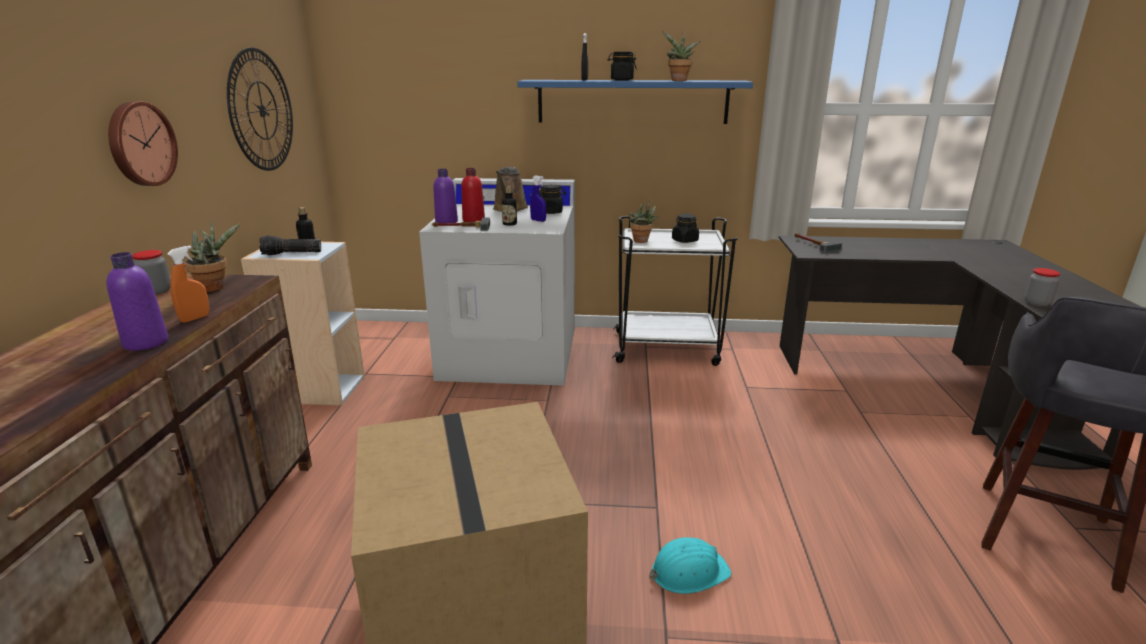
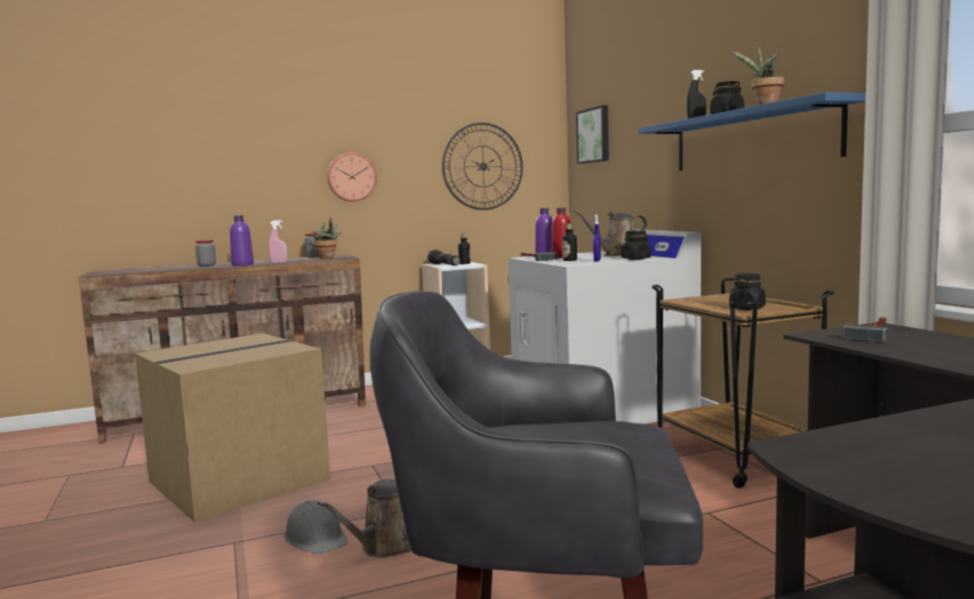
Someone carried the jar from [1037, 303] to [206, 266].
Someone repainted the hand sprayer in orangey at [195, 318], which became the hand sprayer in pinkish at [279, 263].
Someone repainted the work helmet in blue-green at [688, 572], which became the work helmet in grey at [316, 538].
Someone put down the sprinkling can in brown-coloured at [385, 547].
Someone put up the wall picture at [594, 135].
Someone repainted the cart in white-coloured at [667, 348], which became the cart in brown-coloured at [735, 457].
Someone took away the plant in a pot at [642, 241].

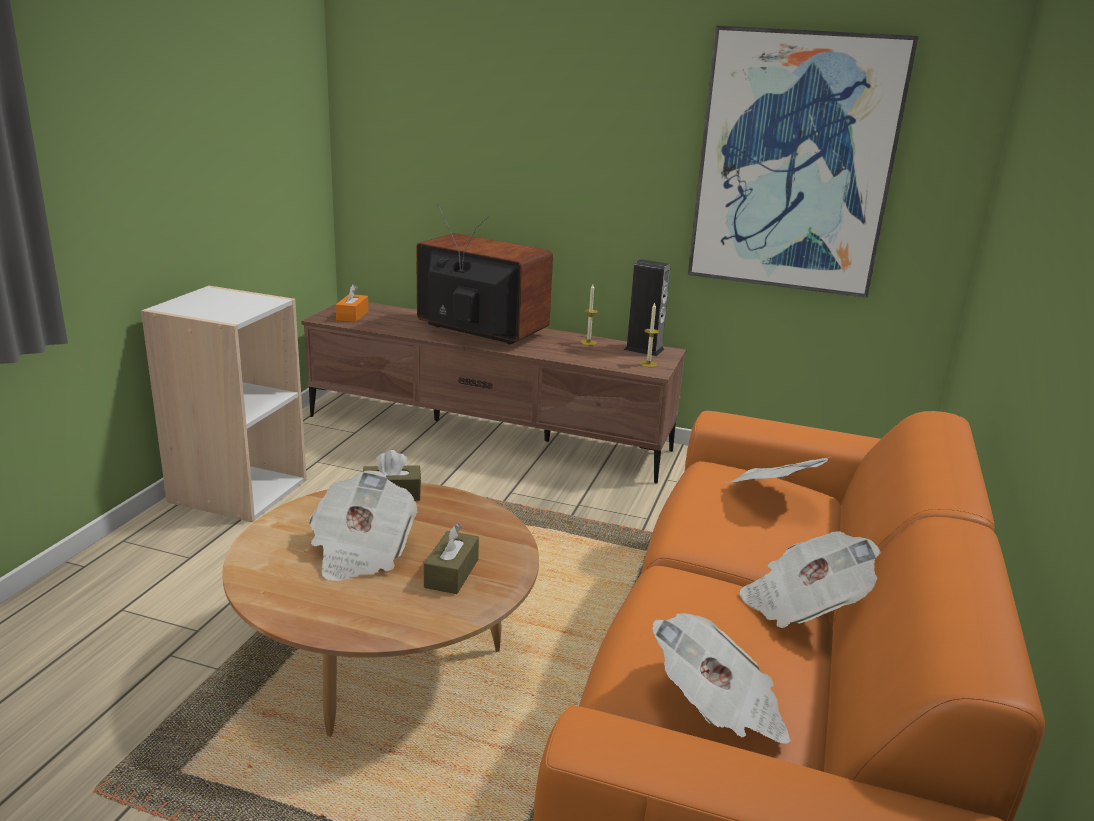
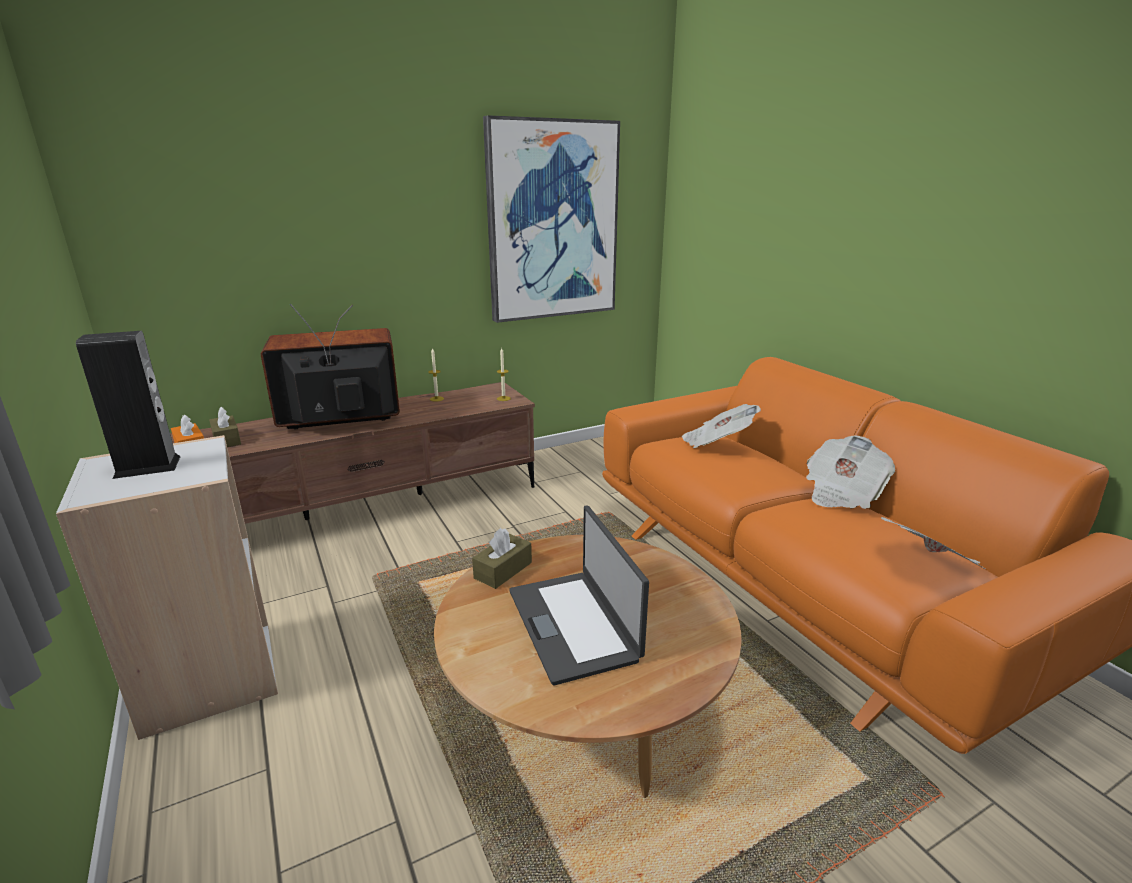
Someone carried the loudspeaker from [644, 349] to [147, 467].
Someone carried the tissue box in brown-coloured from [451, 573] to [226, 440].
Someone swapped the printed paper at [361, 552] for the laptop at [574, 624].

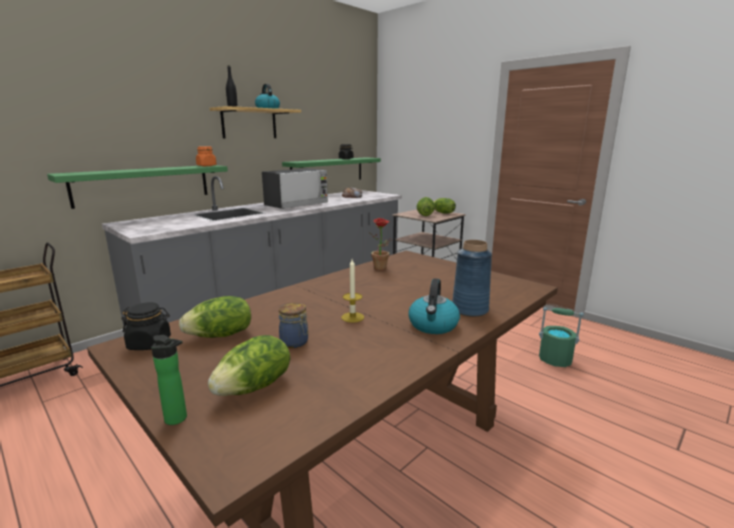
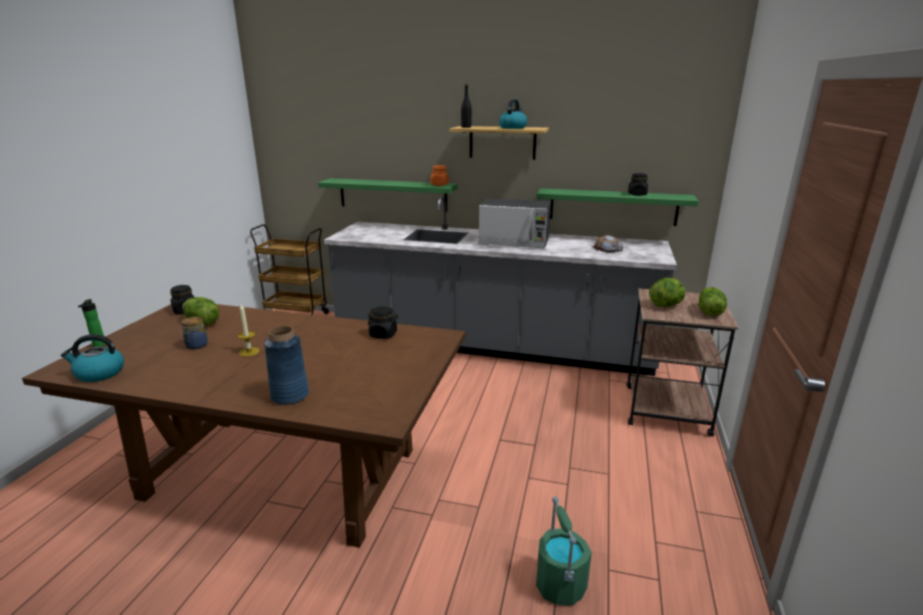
Someone carried the kettle from [433, 325] to [99, 373].
Someone swapped the plant in a pot at [382, 269] for the jar in blackish at [383, 334].
Someone took away the head of lettuce at [255, 387].

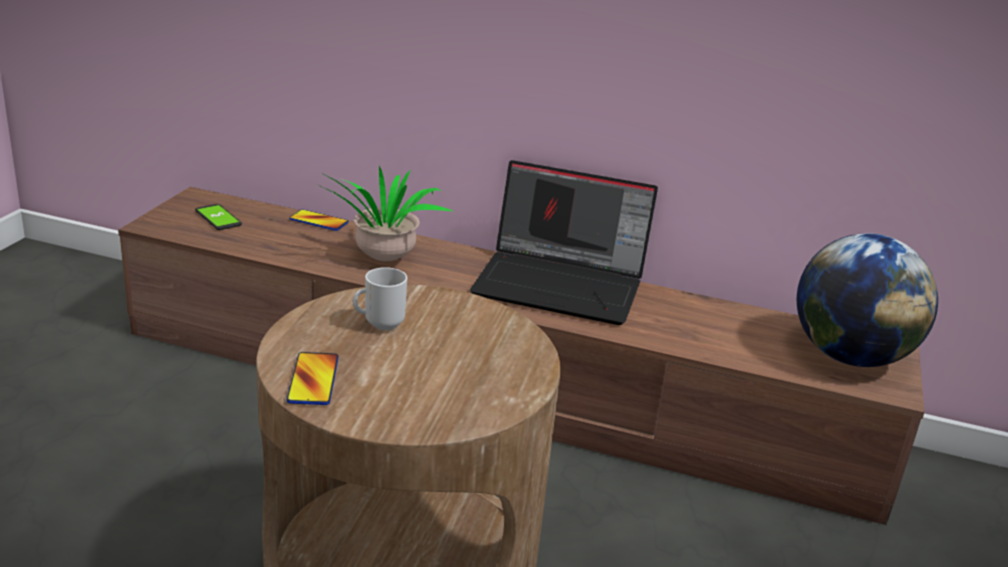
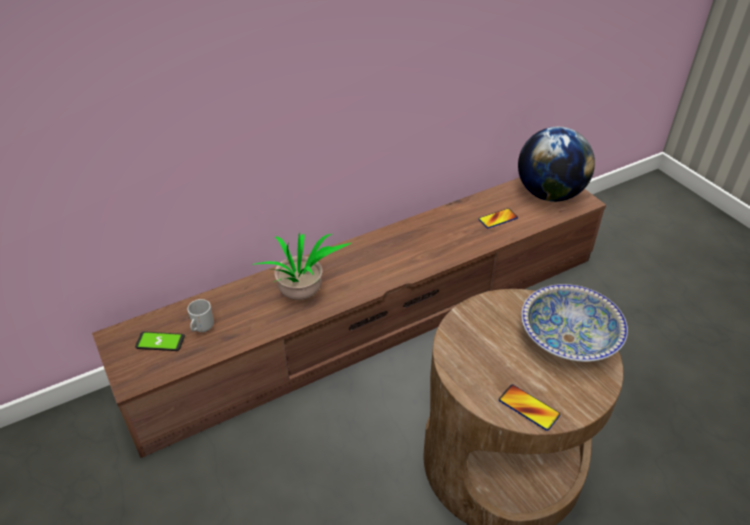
Someone carried the mug from [381, 324] to [202, 328].
Someone carried the telephone from [318, 221] to [498, 219].
Someone put down the serving bowl at [568, 339].
Someone took away the laptop at [562, 284].

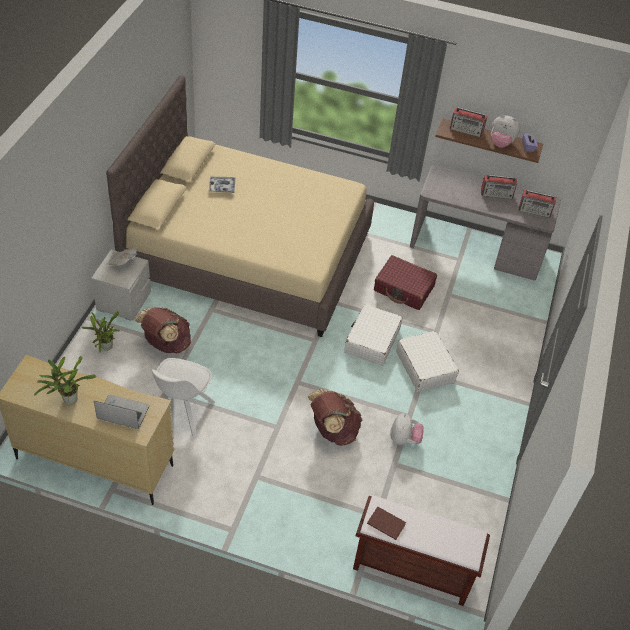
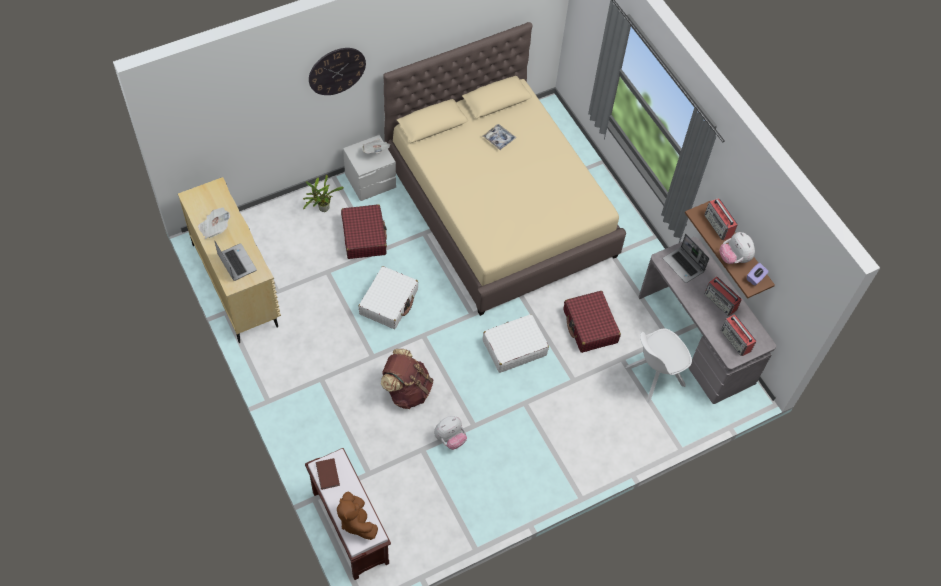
Someone swapped the plant in a pot at [68, 400] for the printed paper at [215, 228].
Someone put up the clock on the wall at [337, 71].
Someone put down the soft toy in brown-coloured at [356, 521].
Someone swapped the backpack in brown-coloured at [166, 344] for the piece of luggage in red at [364, 236].
Someone carried the piece of luggage in white-coloured from [425, 366] to [389, 302].
Someone carried the plain chair in white-coloured from [182, 412] to [654, 376].
Someone put down the laptop at [684, 265].

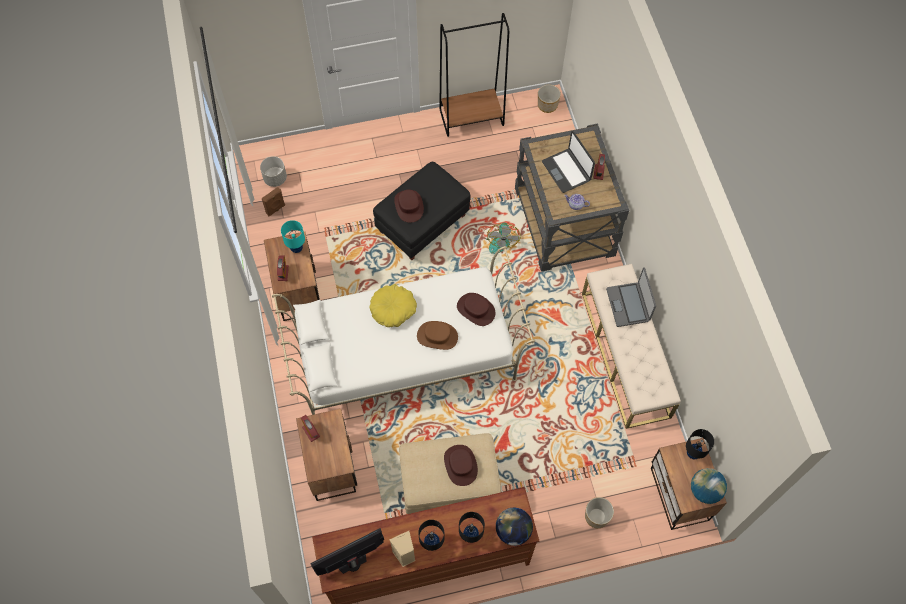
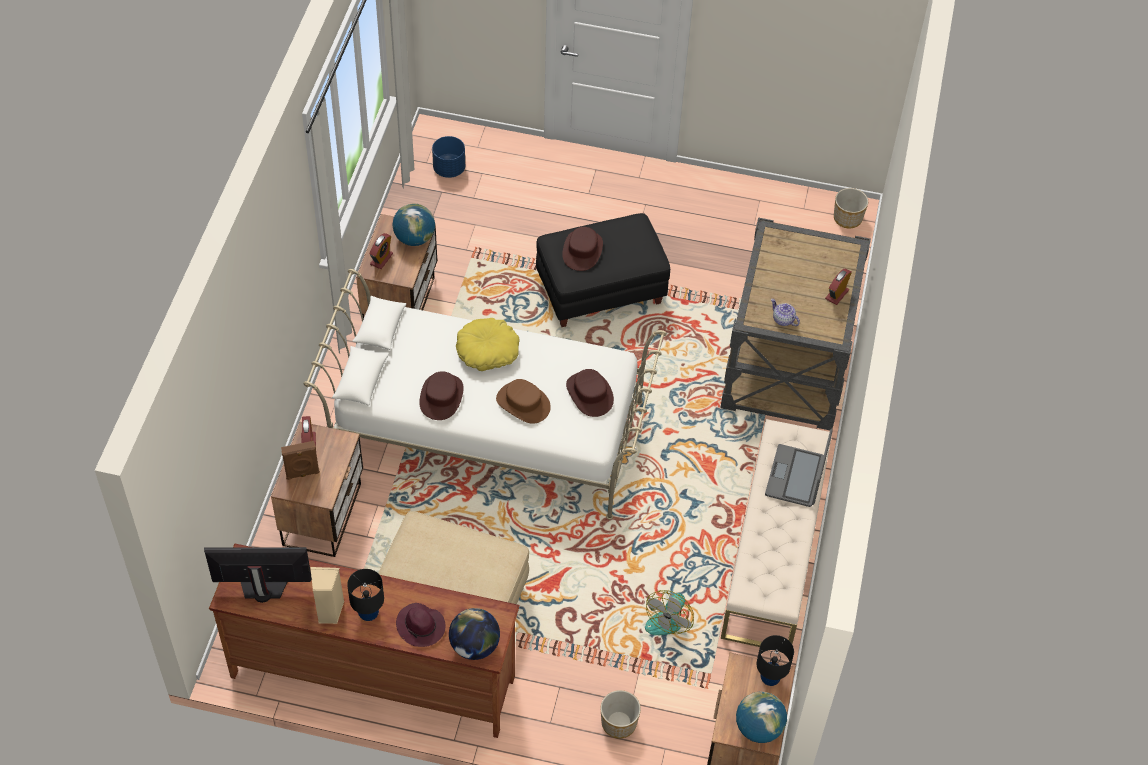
Someone carried the loudspeaker in brown-coloured from [276, 209] to [302, 474].
Someone swapped the tabletop lamp in blue-green at [296, 248] for the world globe at [414, 238].
Someone swapped the tabletop lamp in blackish at [471, 535] for the hat in purple at [421, 627].
Someone carried the hat in brown-coloured from [460, 465] to [441, 397].
Someone repainted the plant pot in grey at [275, 178], which became the plant pot in blue at [449, 168].
Someone carried the fan from [499, 240] to [668, 617].
Someone took away the garment rack at [471, 118].
Someone took away the laptop at [566, 171].

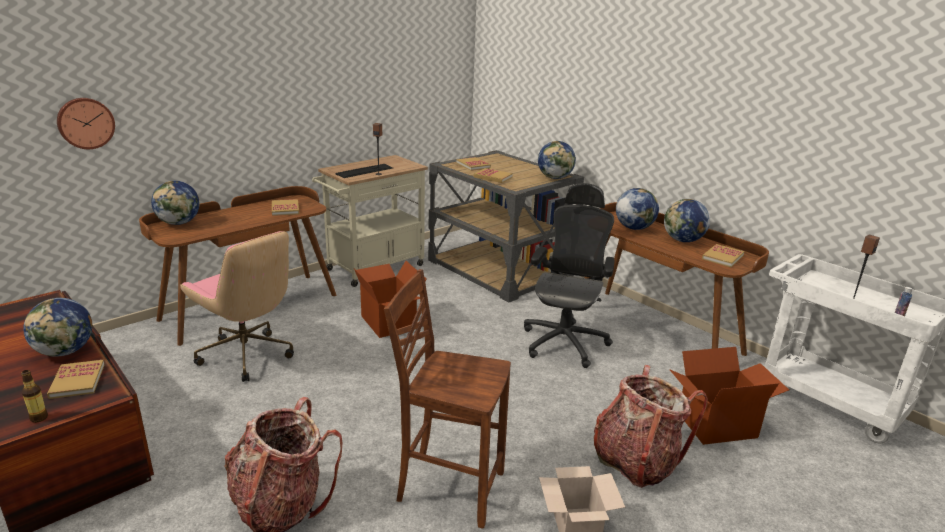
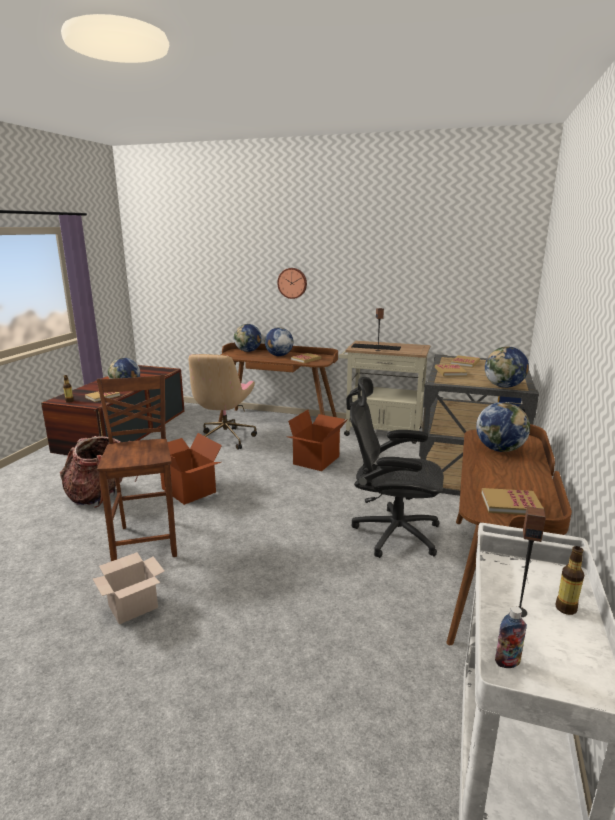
Someone carried the cardboard box from [716, 424] to [189, 490].
Someone carried the world globe from [683, 240] to [279, 355].
Someone carried the clock on the wall from [85, 123] to [292, 283].
Someone rotated the office chair at [565, 341] by 150 degrees counterclockwise.
Someone put down the beverage bottle at [565, 608].
Someone took away the backpack at [636, 461].

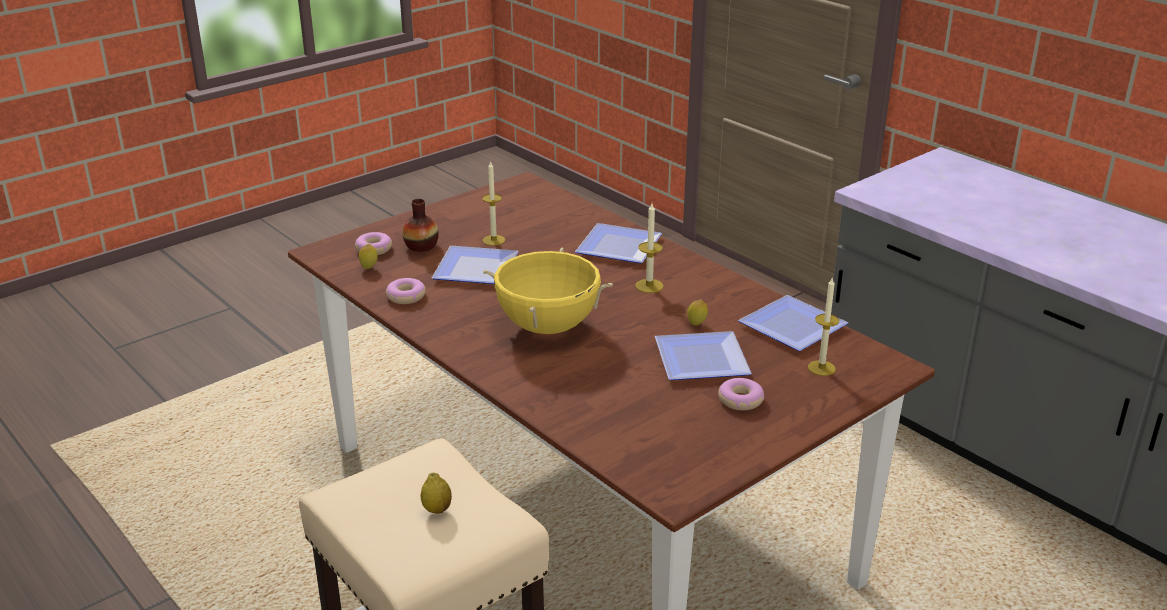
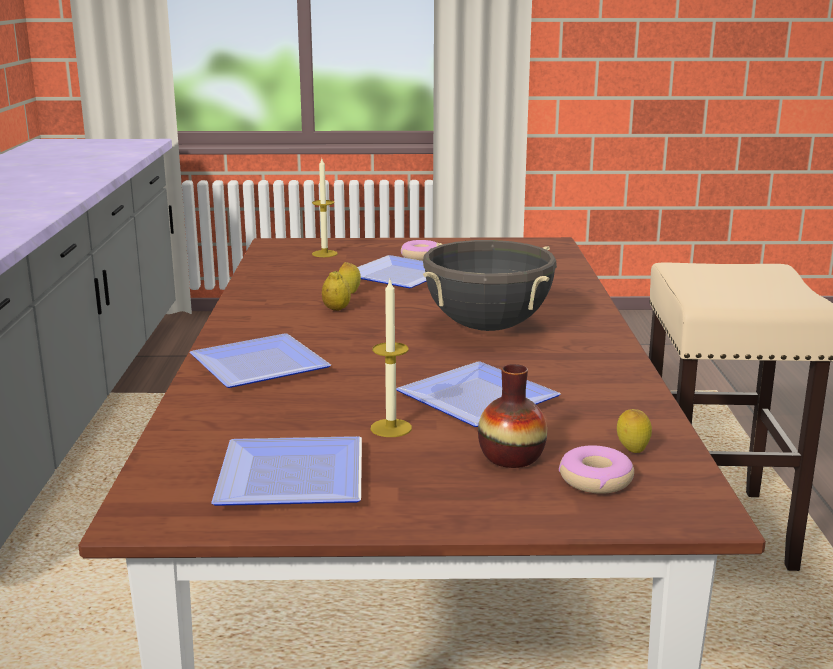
Someone carried the flat dish from [796, 327] to [287, 476].
Someone carried the citrus fruit from [437, 509] to [336, 309].
Someone repainted the stockpot in yellowish at [548, 327], which became the stockpot in blackish at [487, 327].
Someone took away the donut at [406, 296].
Someone took away the candle at [649, 286].

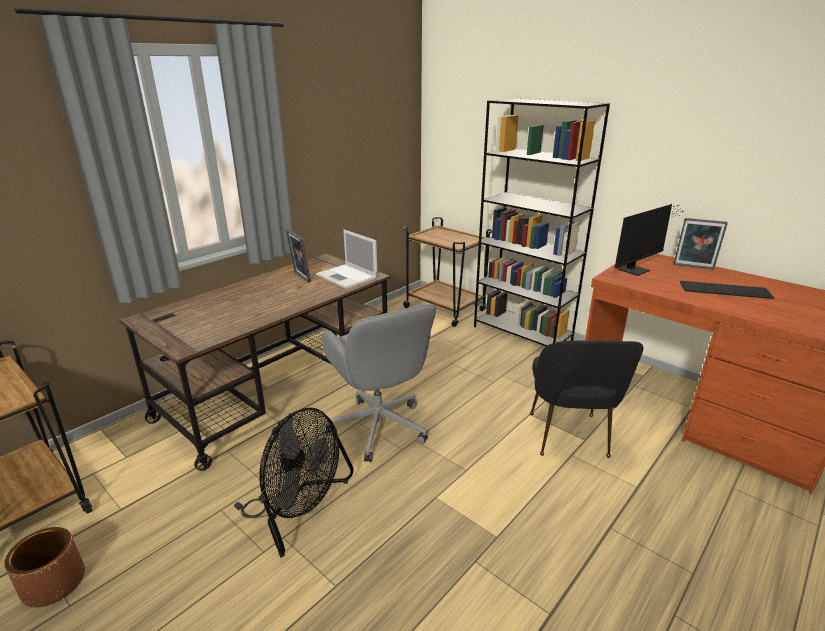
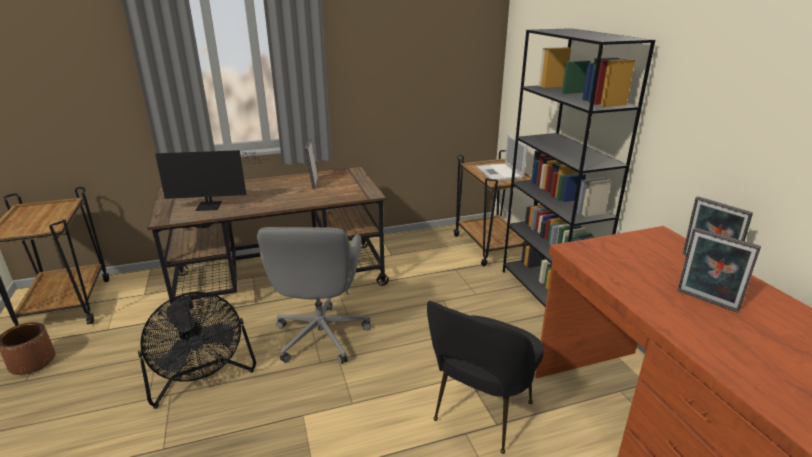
Someone carried the monitor from [637, 269] to [212, 206].
Someone carried the laptop from [347, 277] to [500, 173].
Someone swapped the computer keyboard at [725, 289] for the photo frame at [706, 302].

